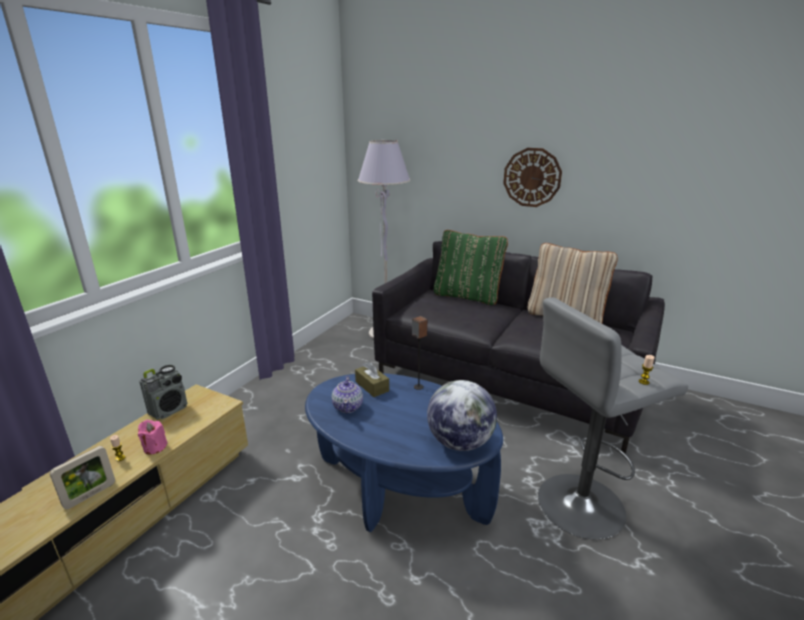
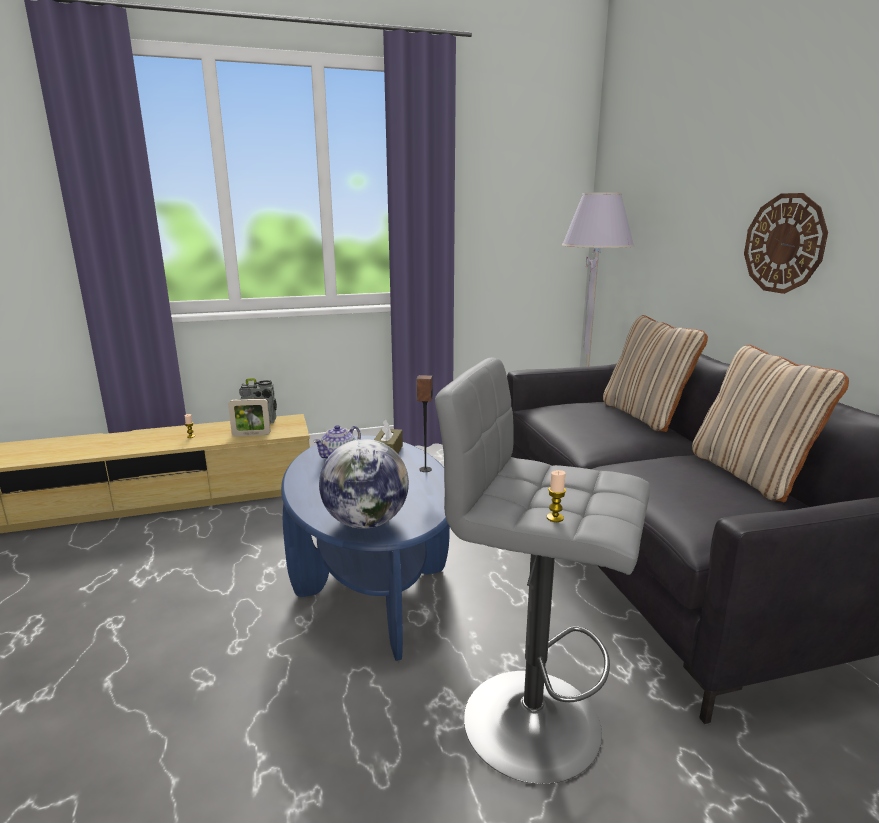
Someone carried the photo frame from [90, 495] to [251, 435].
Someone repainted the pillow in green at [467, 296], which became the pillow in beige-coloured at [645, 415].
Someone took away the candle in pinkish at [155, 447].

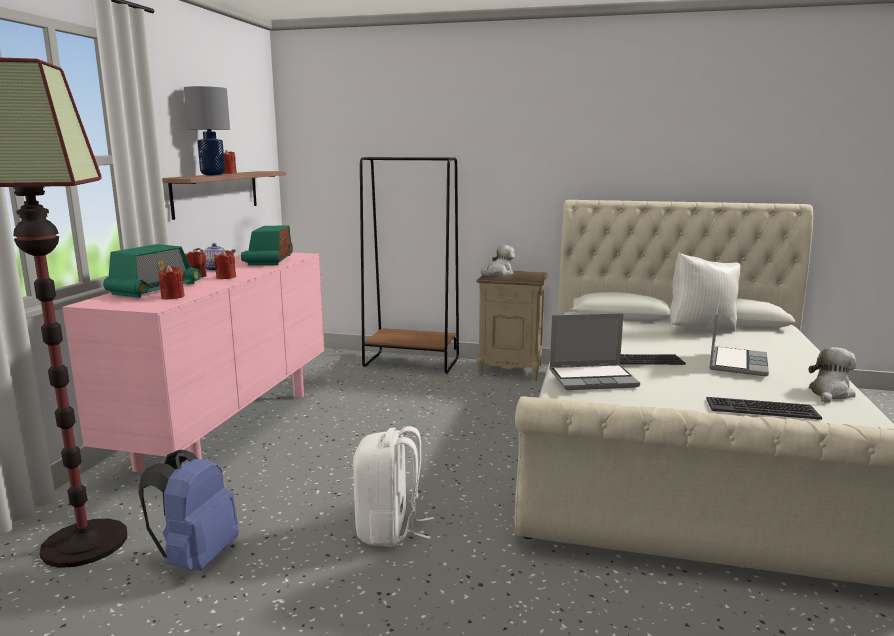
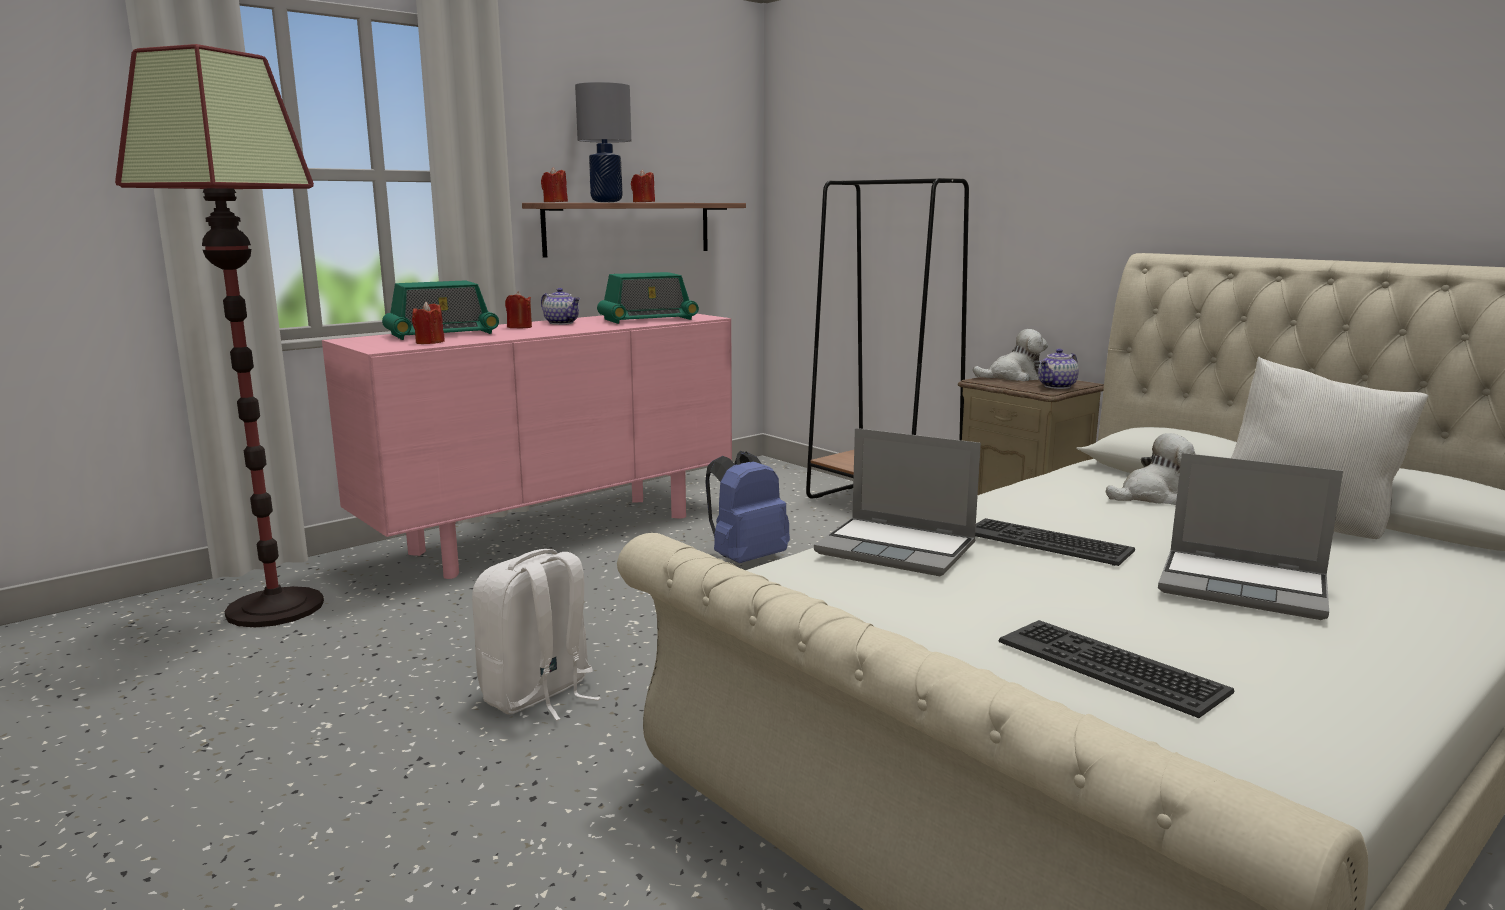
Someone carried the candle in red from [226, 277] to [555, 202].
Someone rotated the radio at [269, 260] by 150 degrees counterclockwise.
Someone carried the backpack in blue from [196, 557] to [745, 559].
Someone put down the pot for tea at [1057, 386].
Someone carried the soft toy from [830, 393] to [1152, 496].
Someone rotated the laptop at [736, 362] by 60 degrees clockwise.

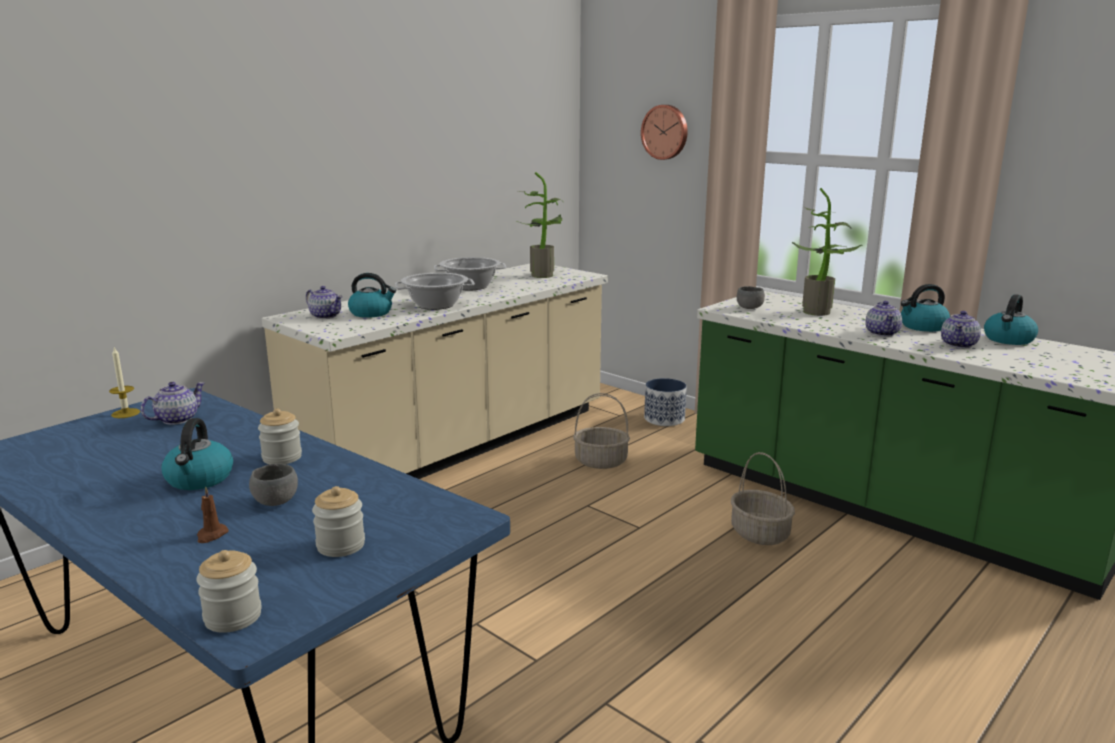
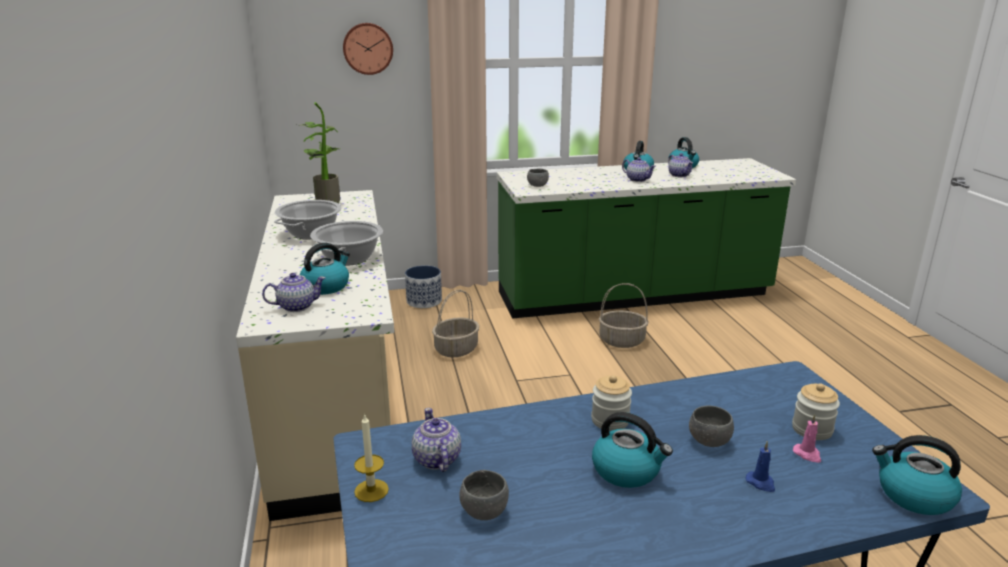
Someone put down the serving bowl in grey at [484, 511].
Someone repainted the candle in brown-coloured at [211, 535], which became the candle in blue at [761, 483].
Someone put down the candle in pinkish at [807, 454].
Someone swapped the jar at [233, 617] for the kettle at [913, 495].
Someone took away the plant in a pot at [820, 311].

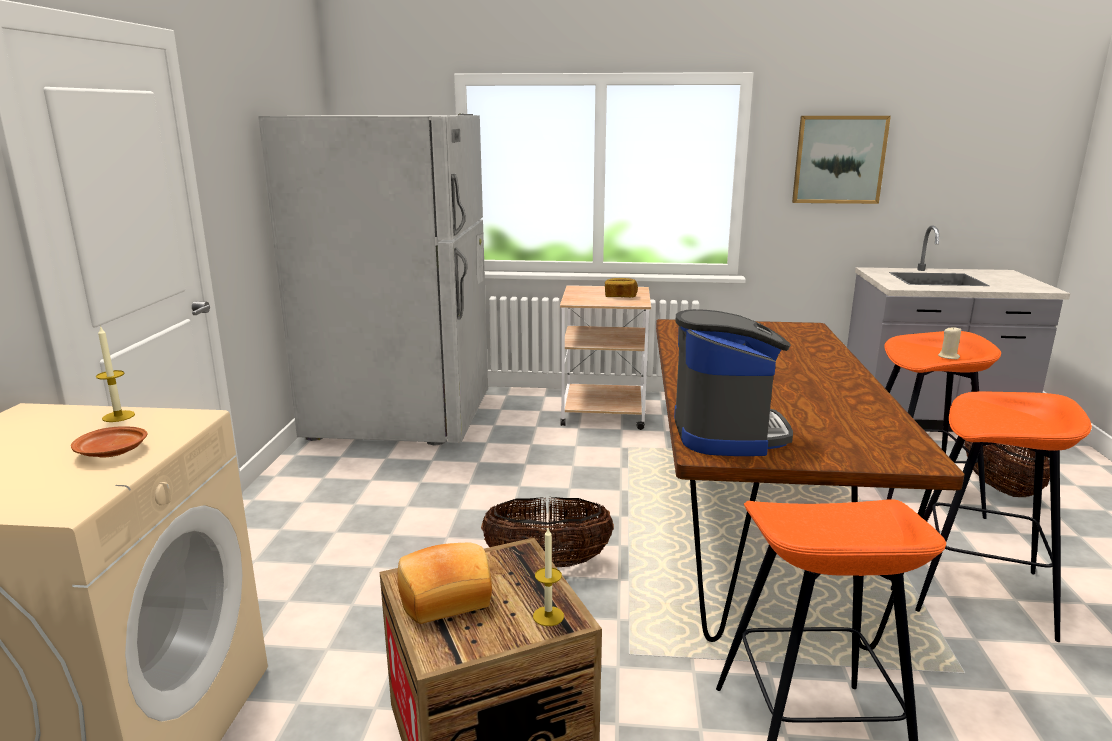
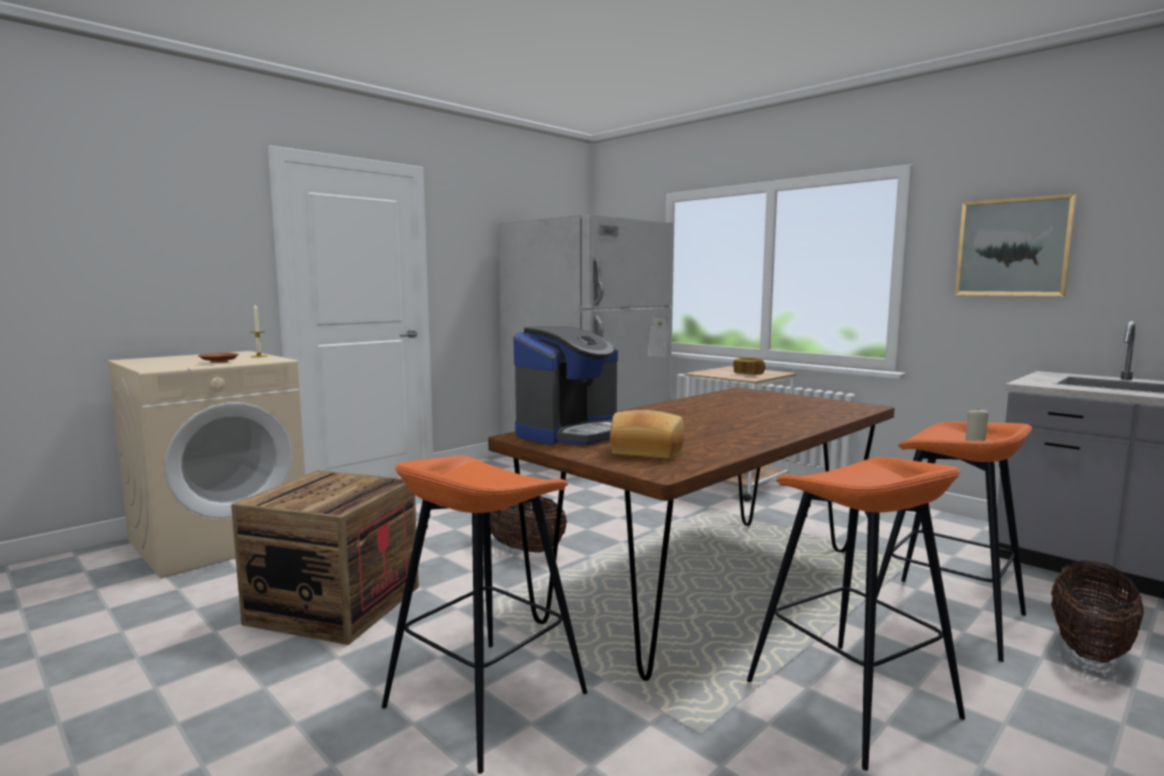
Someone carried the baked bread from [444, 596] to [647, 451].
Someone took away the candle at [548, 616].

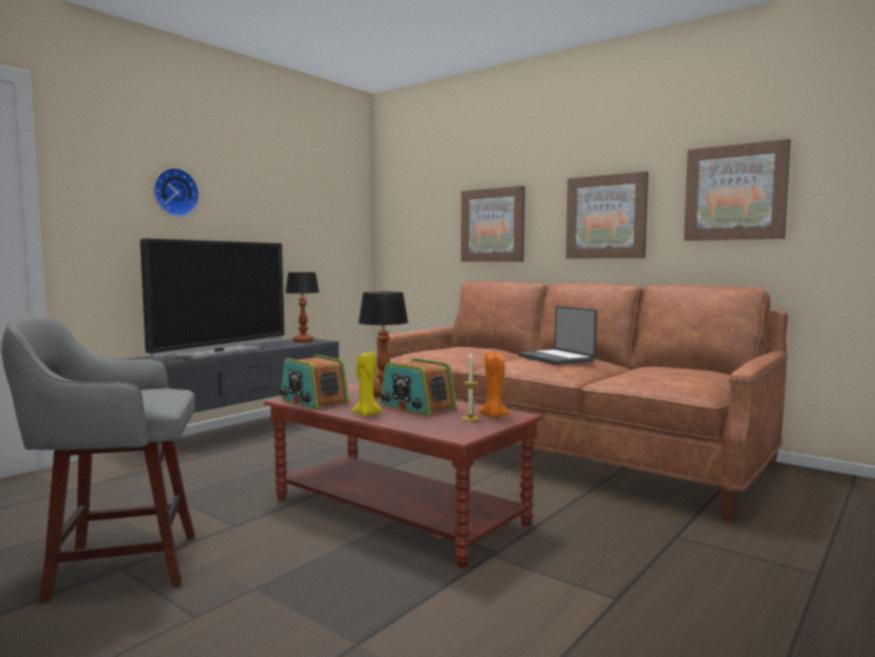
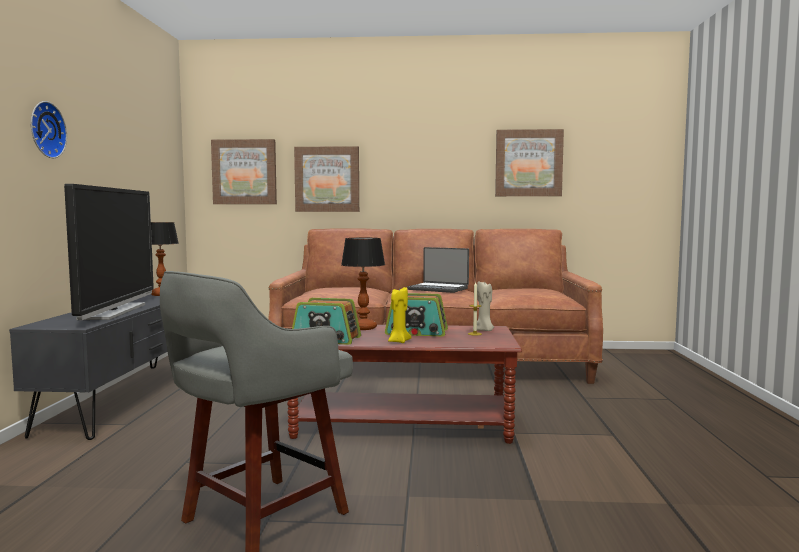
Someone carried the wall picture from [606, 217] to [244, 172].
Someone repainted the candle in orangey at [494, 416], which became the candle in beige-coloured at [484, 330].

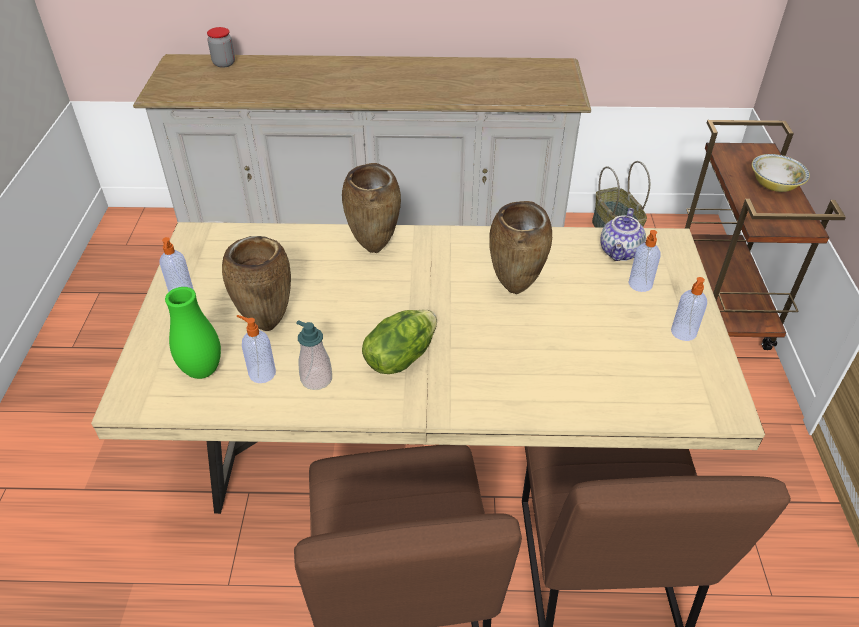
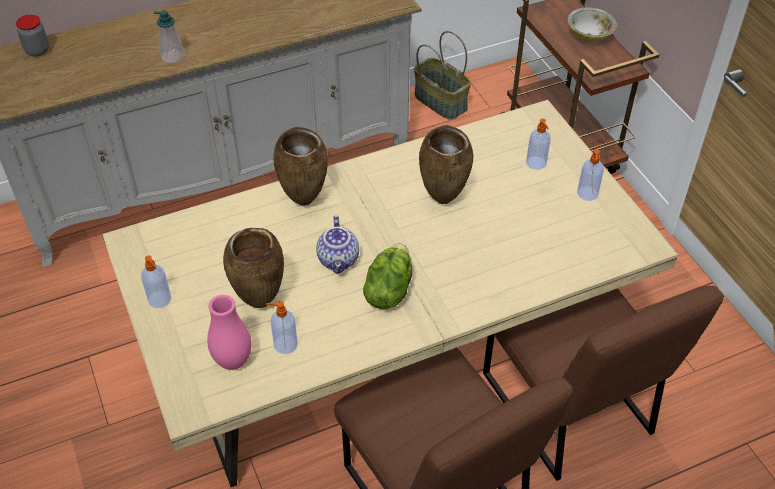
Someone carried the liquid soap bottle from [316, 379] to [172, 57].
Someone repainted the vase in green at [202, 370], which became the vase in pinkish at [233, 361].
Someone carried the pot for tea from [621, 252] to [339, 260].

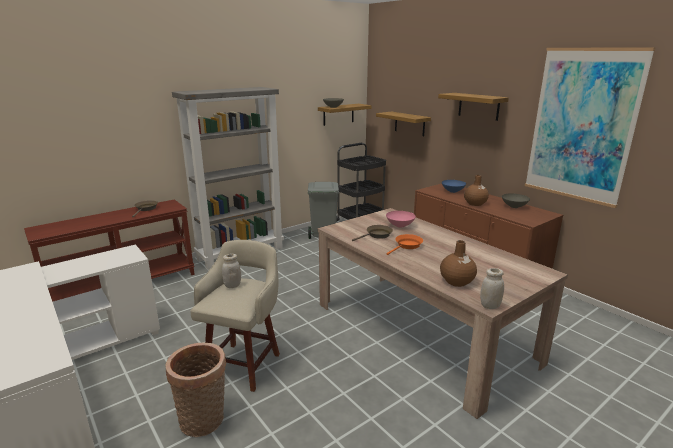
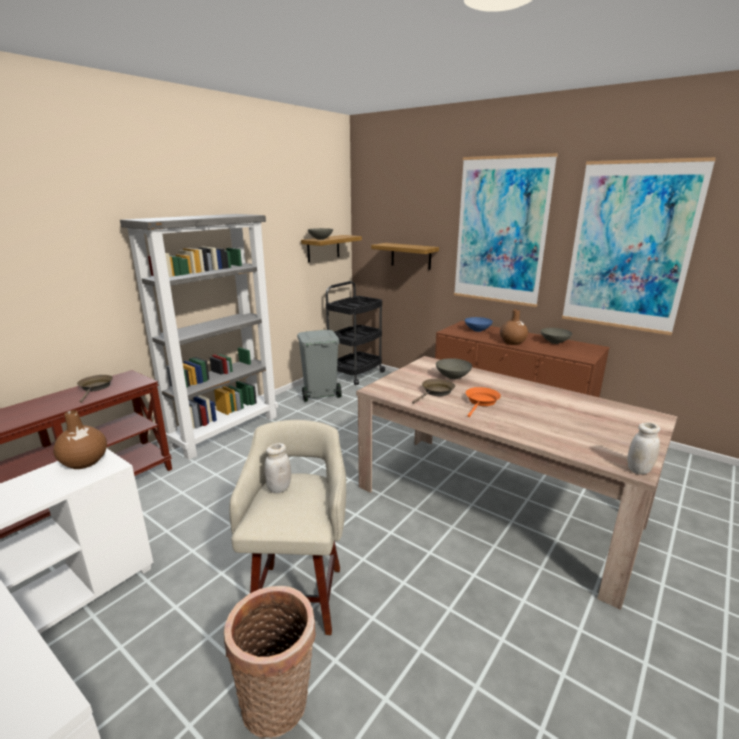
Someone carried the vase in brown-coloured from [456, 281] to [84, 462].
Someone repainted the serving bowl in pinkish at [399, 225], which became the serving bowl in grey at [452, 377].
Someone swapped the wall shelf at [478, 106] for the wall picture at [500, 231].

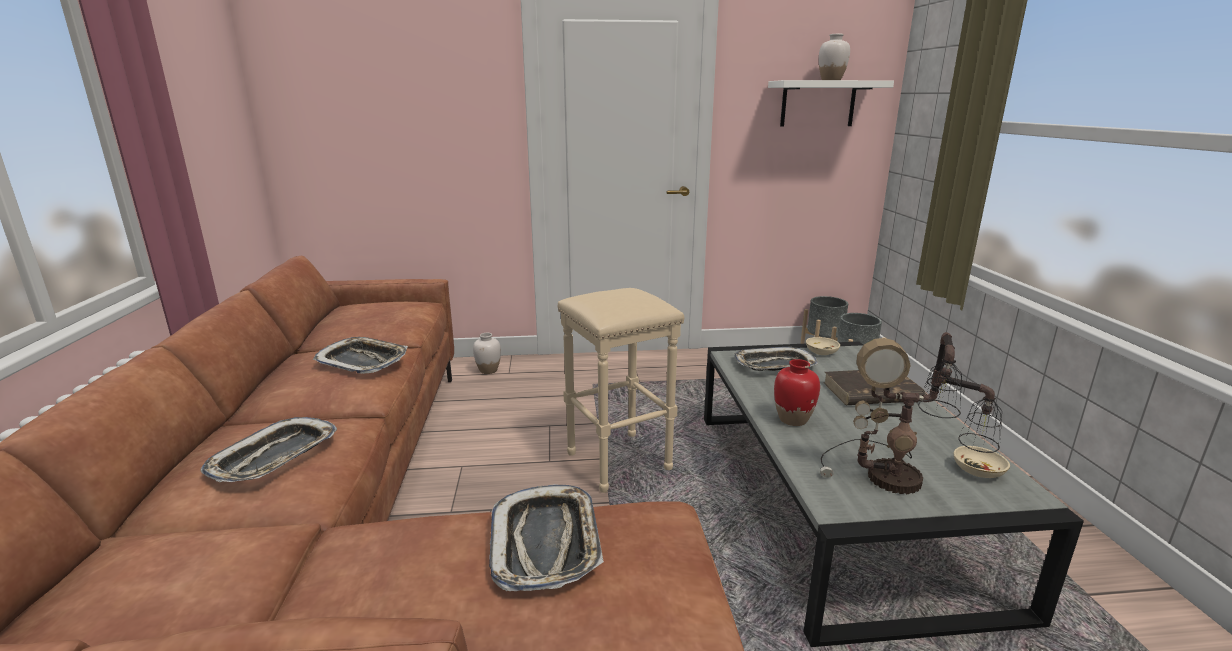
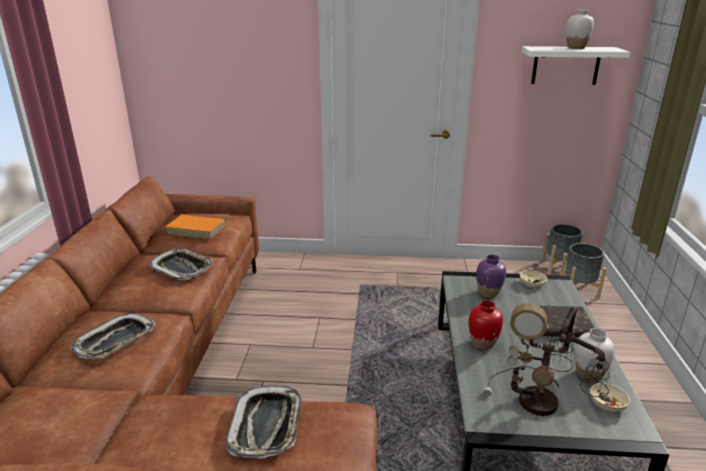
Someone put down the bound book in orangey at [197, 229].
Someone swapped the tray at [774, 365] for the vase in purple at [488, 293].
Someone carried the vase in white-coloured from [488, 370] to [589, 374].
Someone took away the sitting stool in beige-coloured at [621, 461].

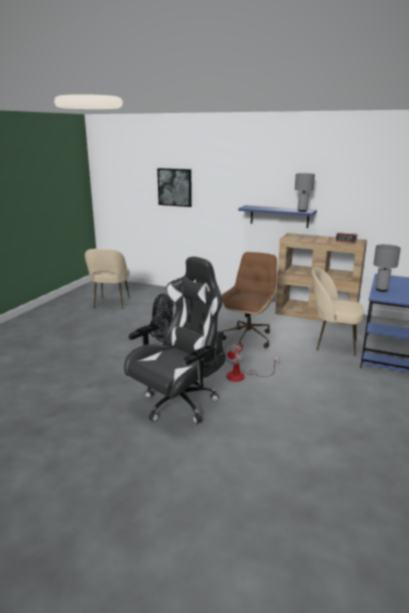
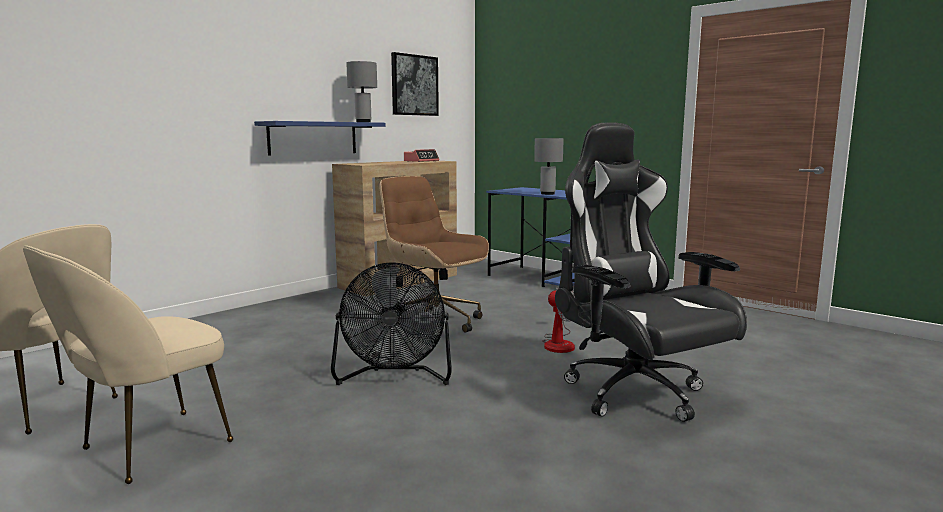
Someone carried the plain chair in beige-coloured from [332, 344] to [145, 450].
Someone carried the wall picture from [175, 187] to [414, 85].

